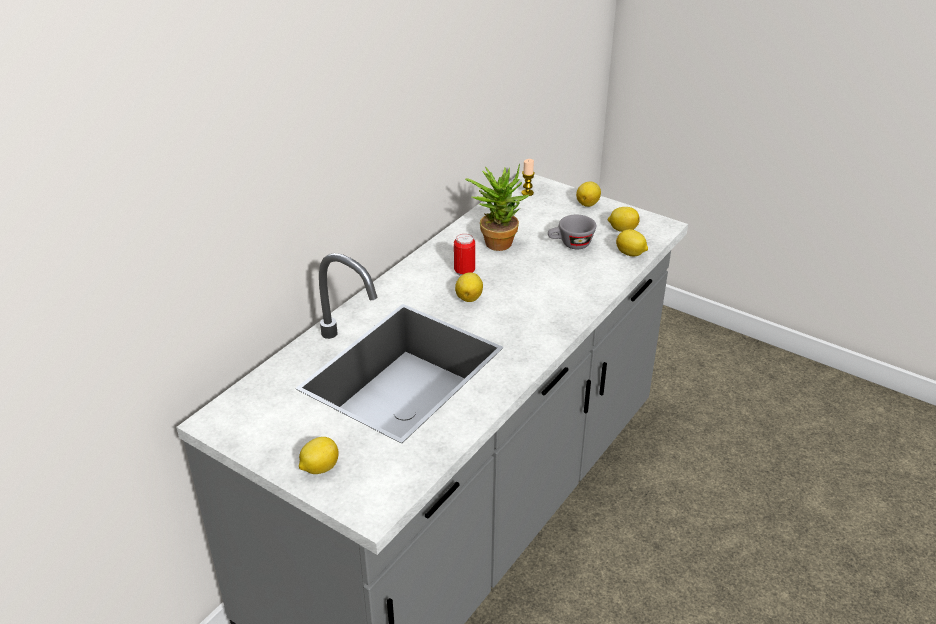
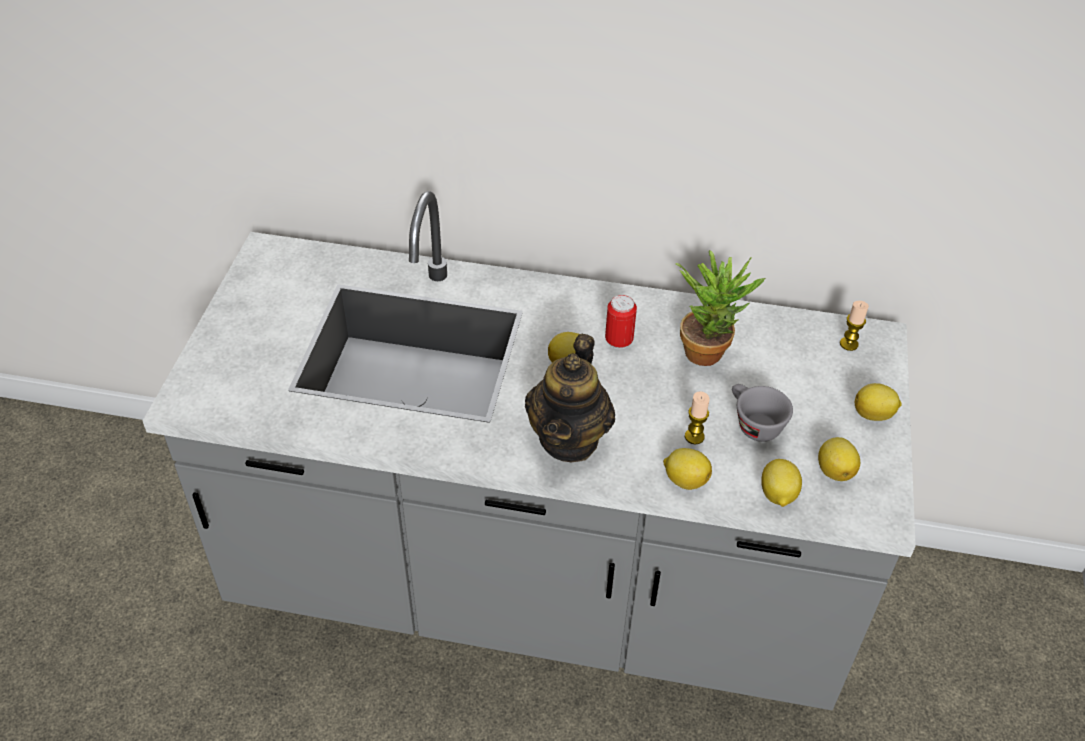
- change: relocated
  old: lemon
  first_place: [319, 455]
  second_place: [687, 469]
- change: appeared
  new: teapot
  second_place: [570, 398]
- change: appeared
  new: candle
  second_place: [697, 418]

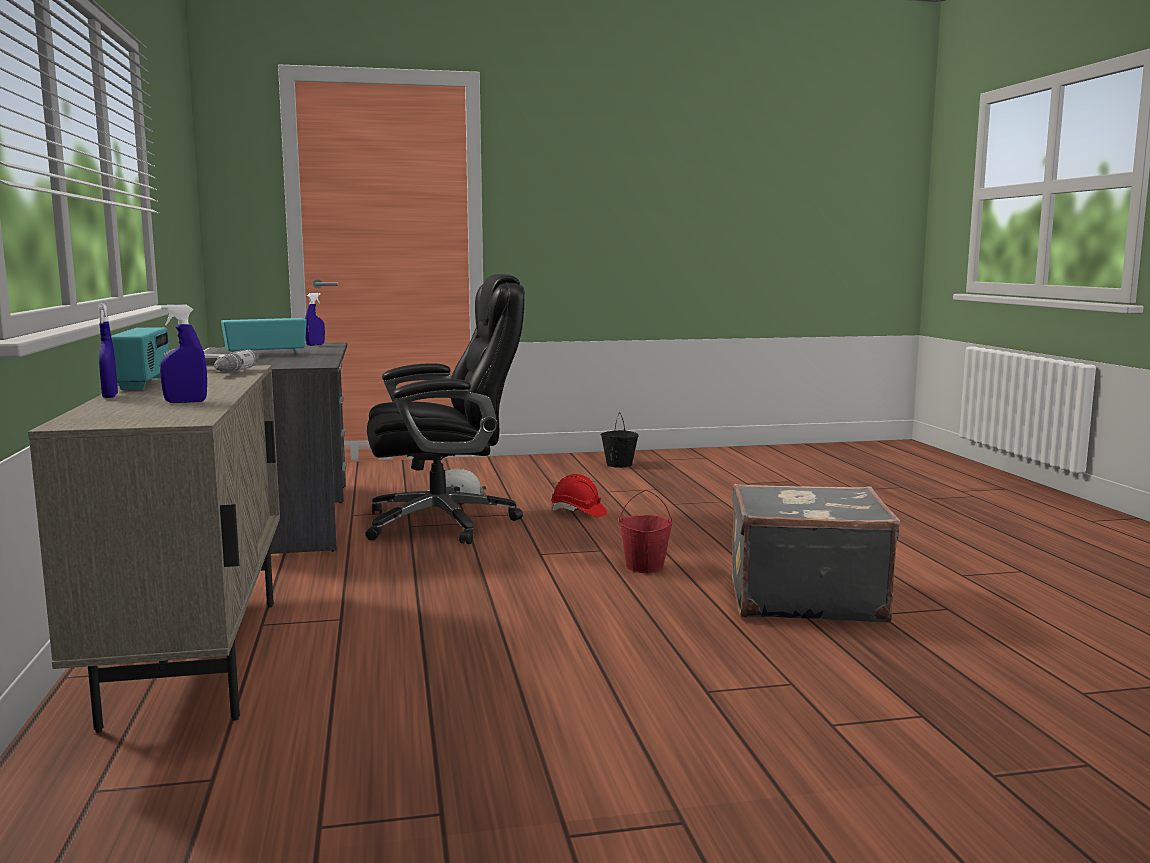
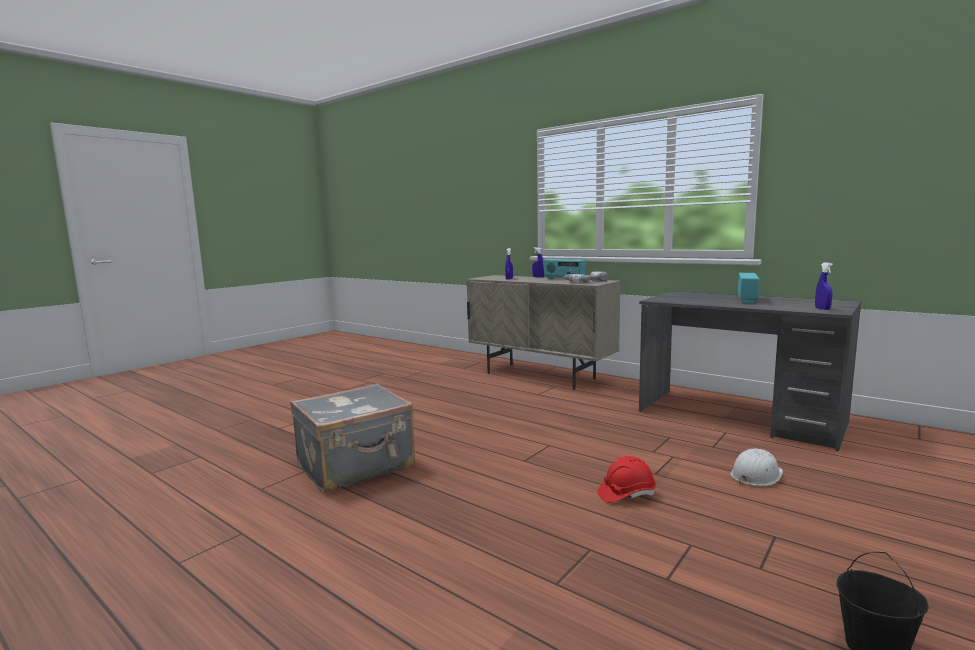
- change: missing
  old: black office chair
  first_place: [445, 409]
- change: missing
  old: red bucket
  first_place: [646, 531]

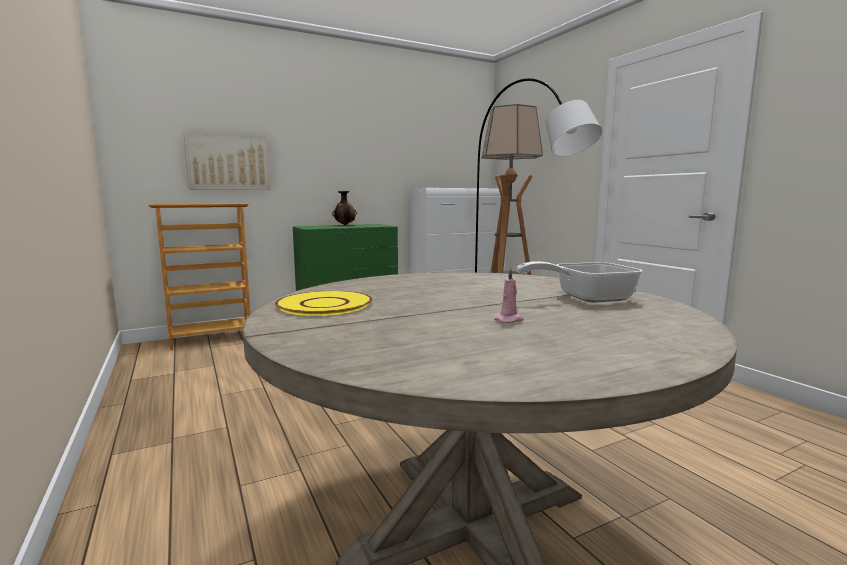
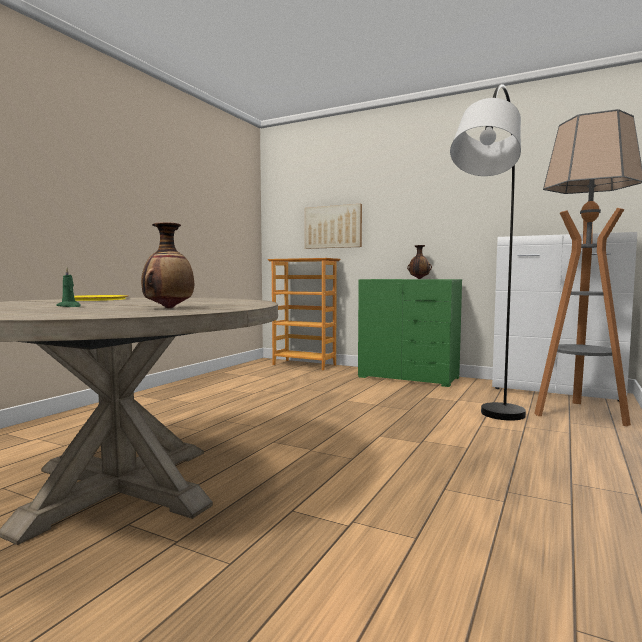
- change: exchanged
  old: frying pan
  new: vase
  first_place: [580, 282]
  second_place: [167, 265]
- change: colour
  old: pink candle
  new: green candle
  first_place: [509, 295]
  second_place: [68, 287]

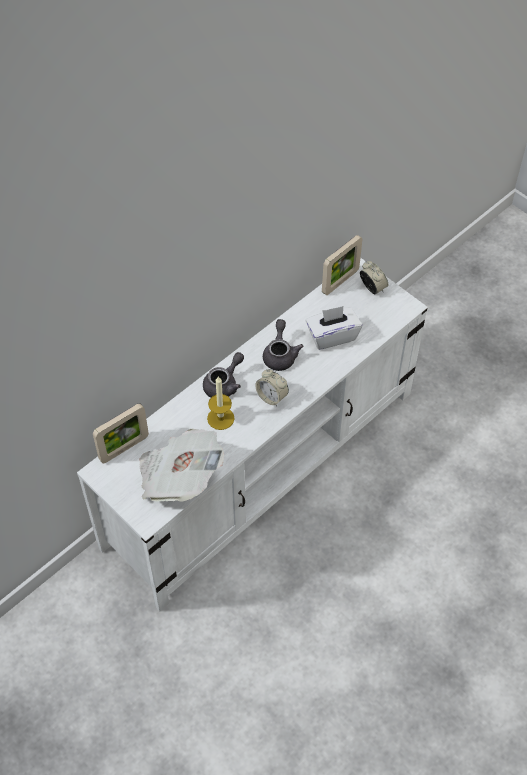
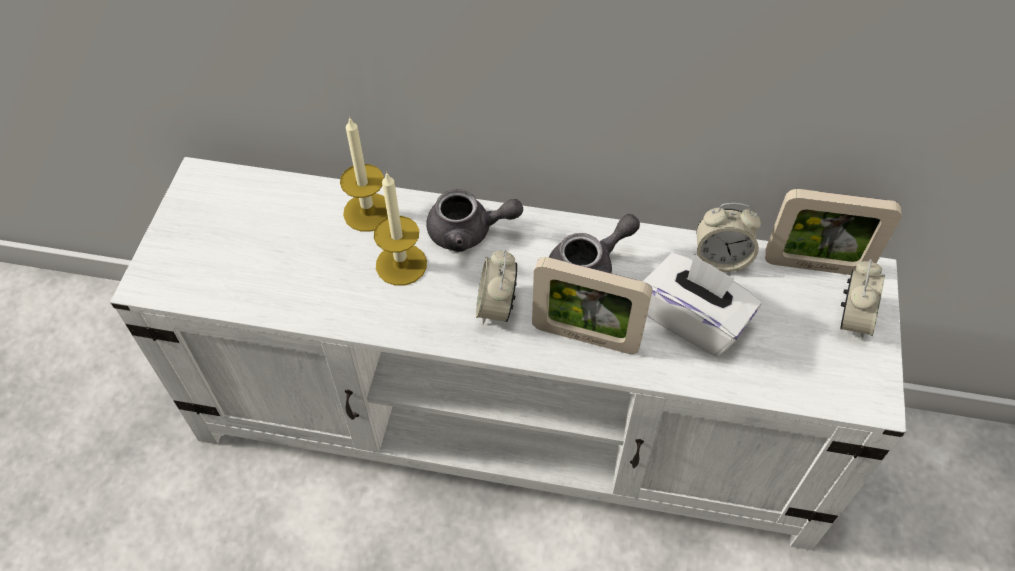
- change: relocated
  old: picture frame
  first_place: [121, 433]
  second_place: [592, 305]
- change: missing
  old: newspaper
  first_place: [181, 465]
- change: appeared
  new: candle
  second_place: [364, 174]
- change: appeared
  new: alarm clock
  second_place: [728, 237]

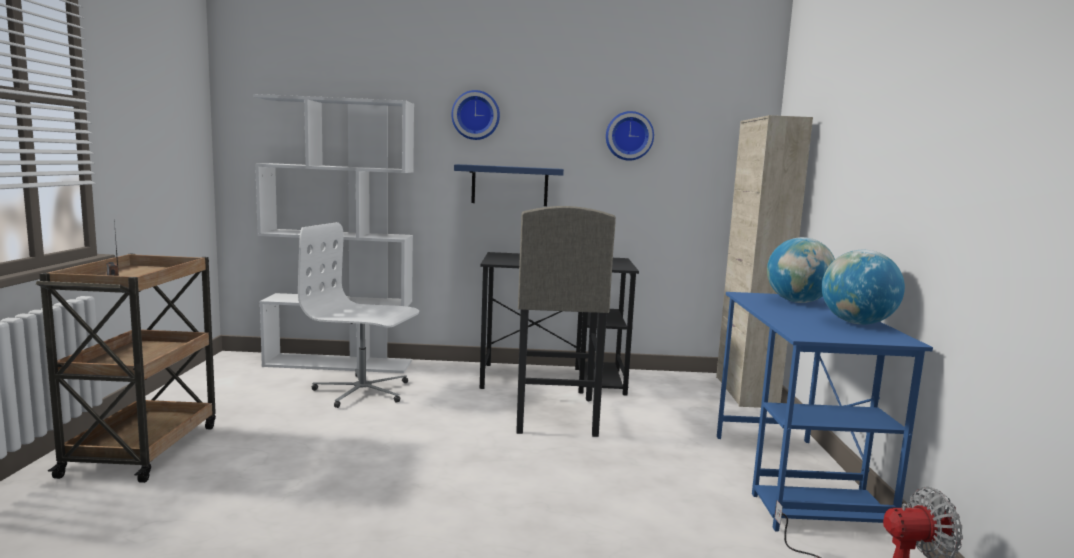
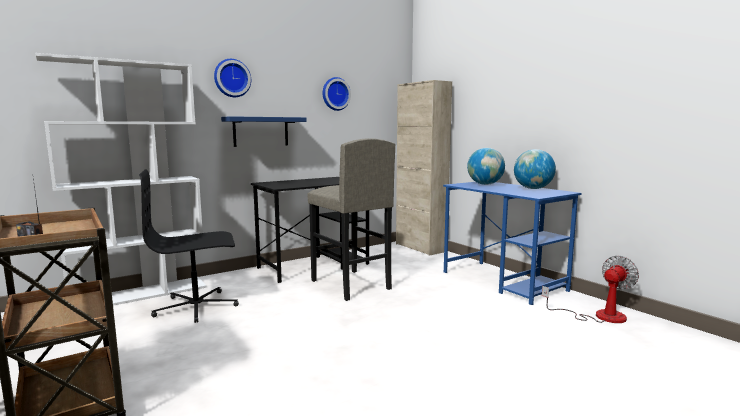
- change: colour
  old: white office chair
  new: black office chair
  first_place: [358, 315]
  second_place: [189, 246]

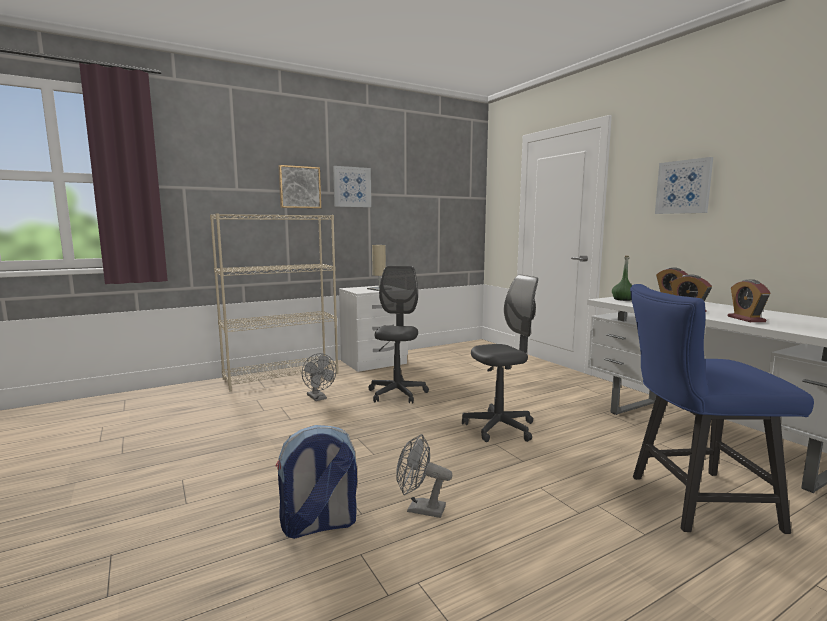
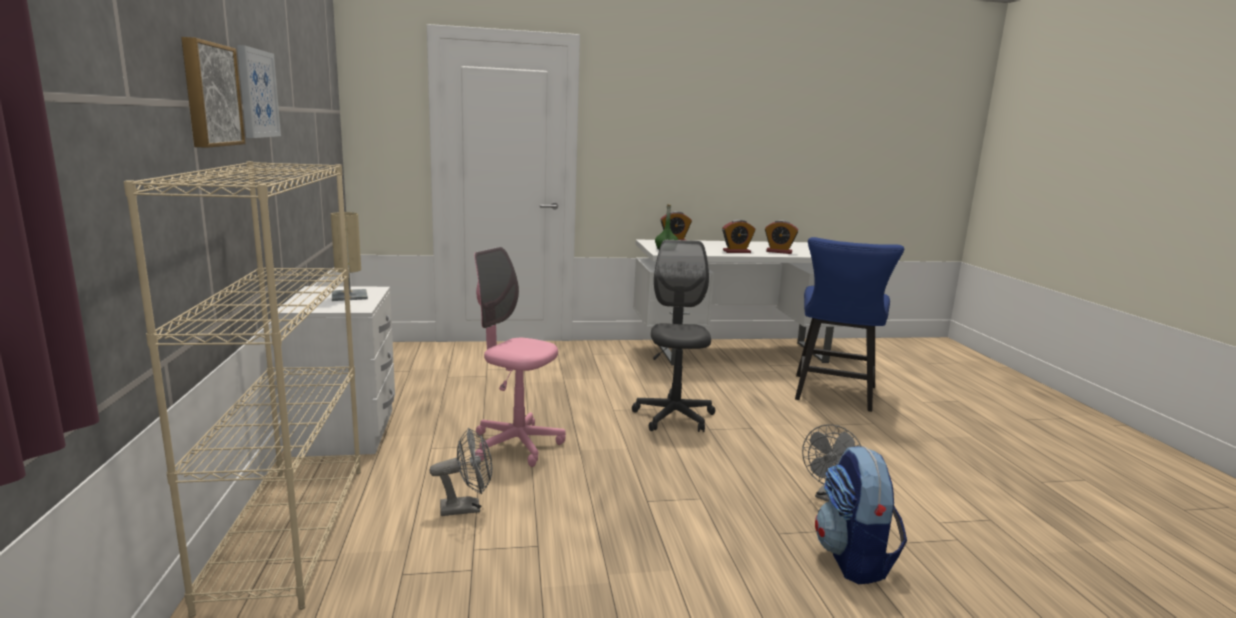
- change: missing
  old: picture
  first_place: [684, 185]
- change: colour
  old: grey office chair
  new: pink office chair
  first_place: [398, 334]
  second_place: [520, 357]

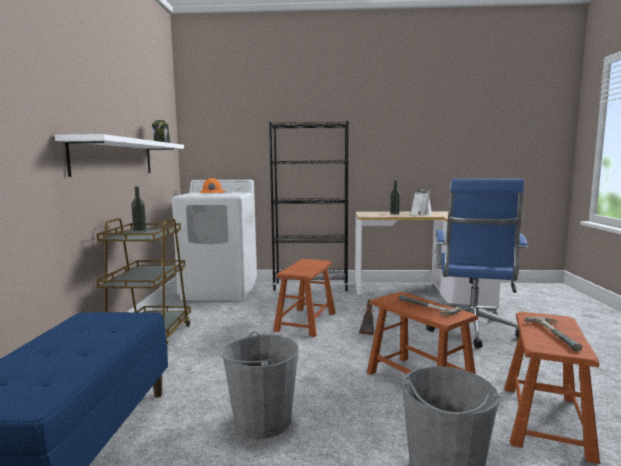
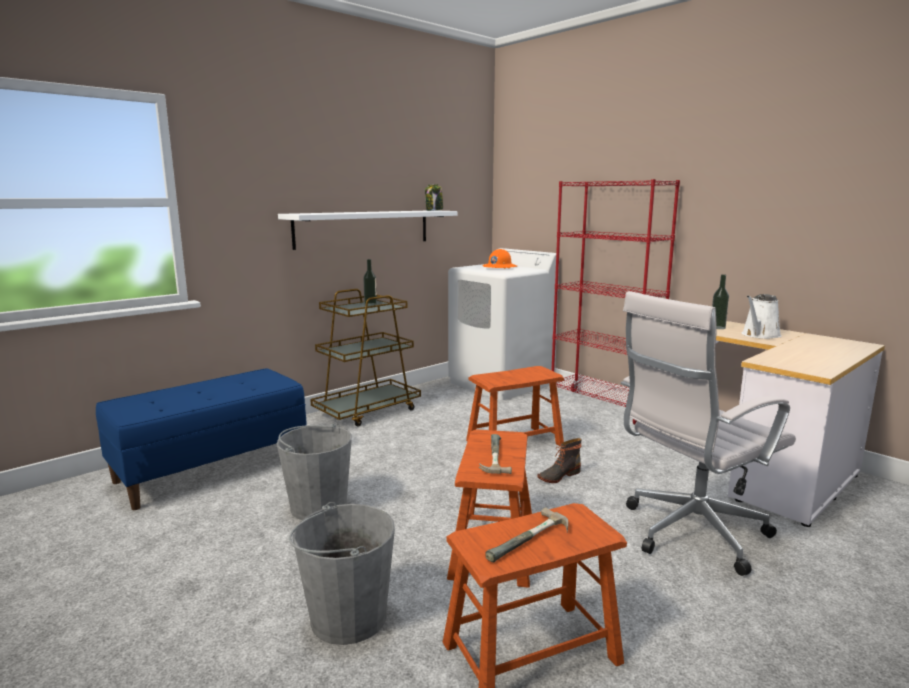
- change: colour
  old: black bookcase
  new: red bookcase
  first_place: [309, 206]
  second_place: [615, 302]
- change: colour
  old: blue office chair
  new: white office chair
  first_place: [477, 263]
  second_place: [708, 433]

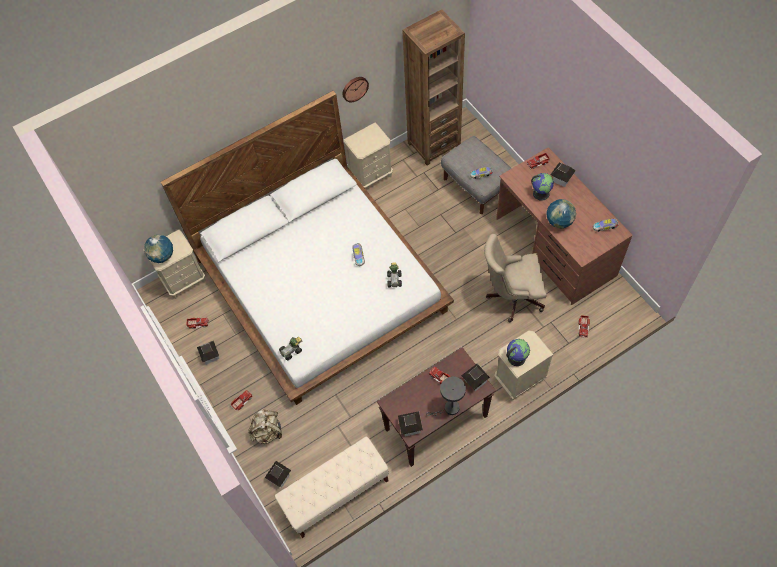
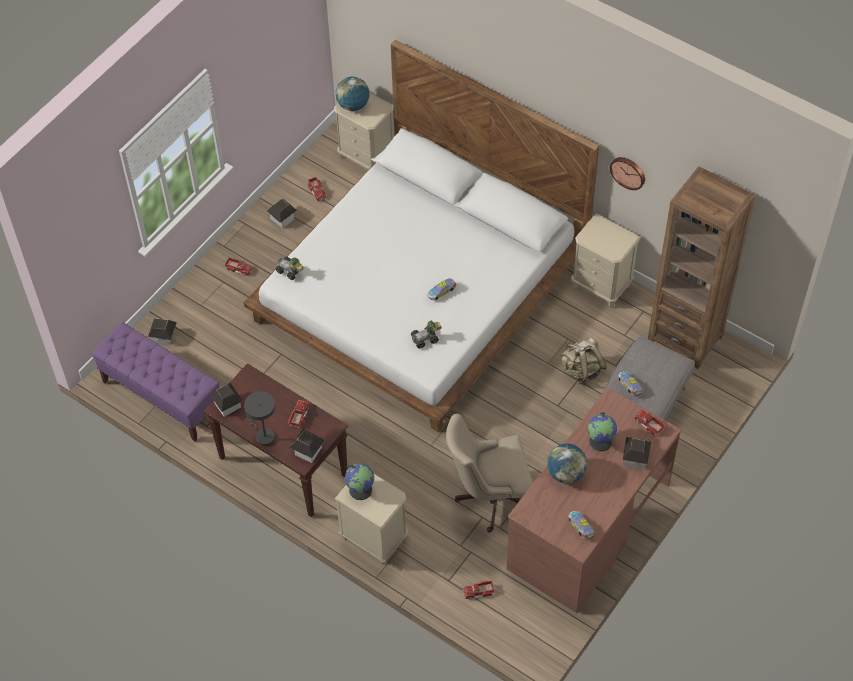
- change: spun
  old: beige office chair
  first_place: [515, 278]
  second_place: [489, 473]
  degrees: -75
- change: relocated
  old: beige backpack
  first_place: [265, 426]
  second_place: [584, 361]
- change: colour
  old: beige bench
  new: purple bench
  first_place: [332, 487]
  second_place: [156, 381]

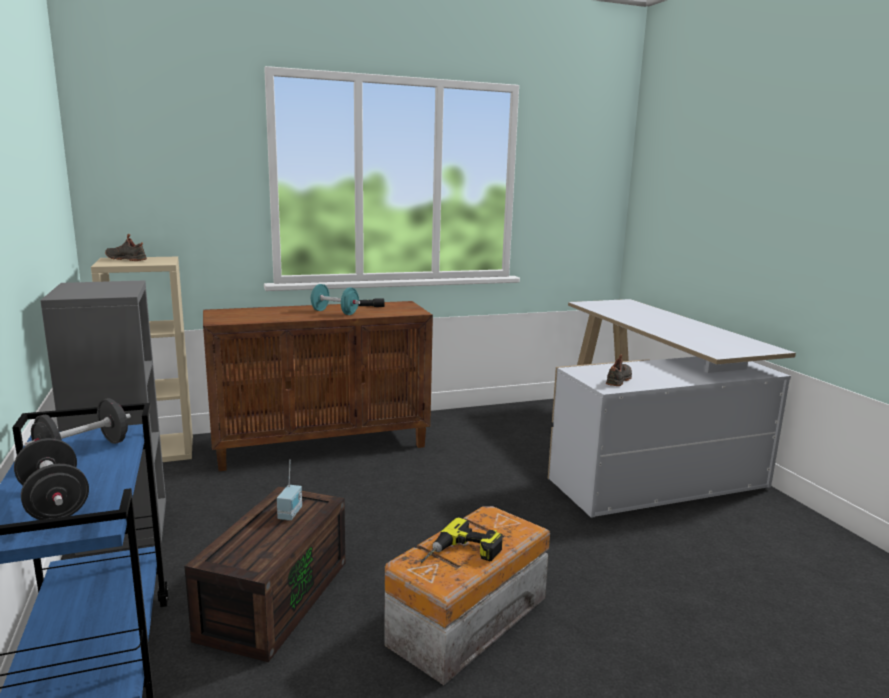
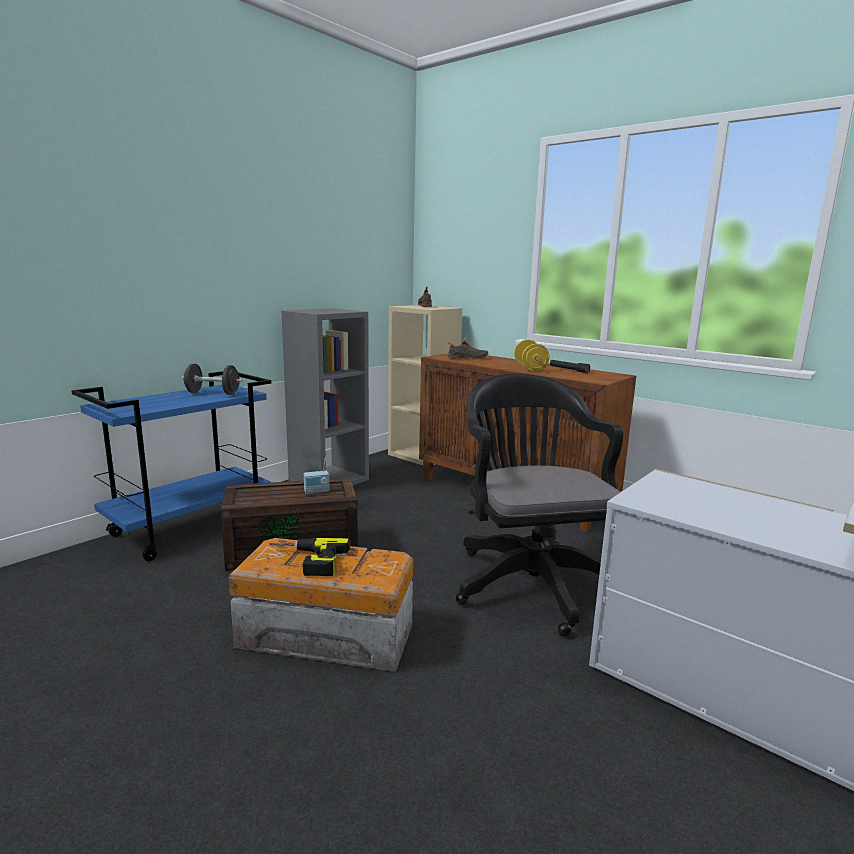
- change: colour
  old: turquoise dumbbell
  new: yellow dumbbell
  first_place: [335, 299]
  second_place: [532, 355]
- change: relocated
  old: black shoe
  first_place: [619, 370]
  second_place: [468, 349]
- change: missing
  old: black dumbbell
  first_place: [51, 479]
- change: appeared
  new: black office chair
  second_place: [539, 505]

